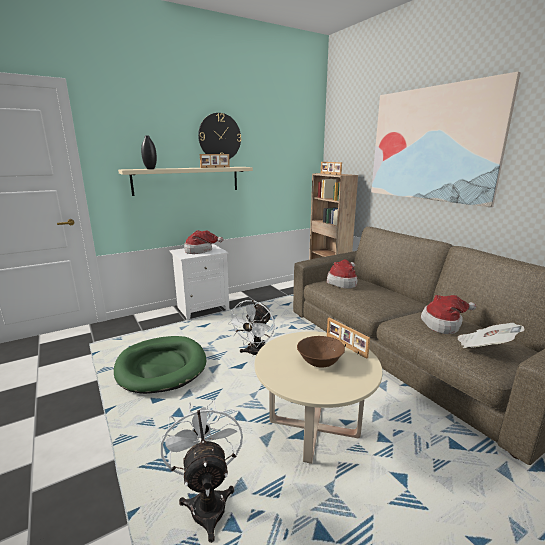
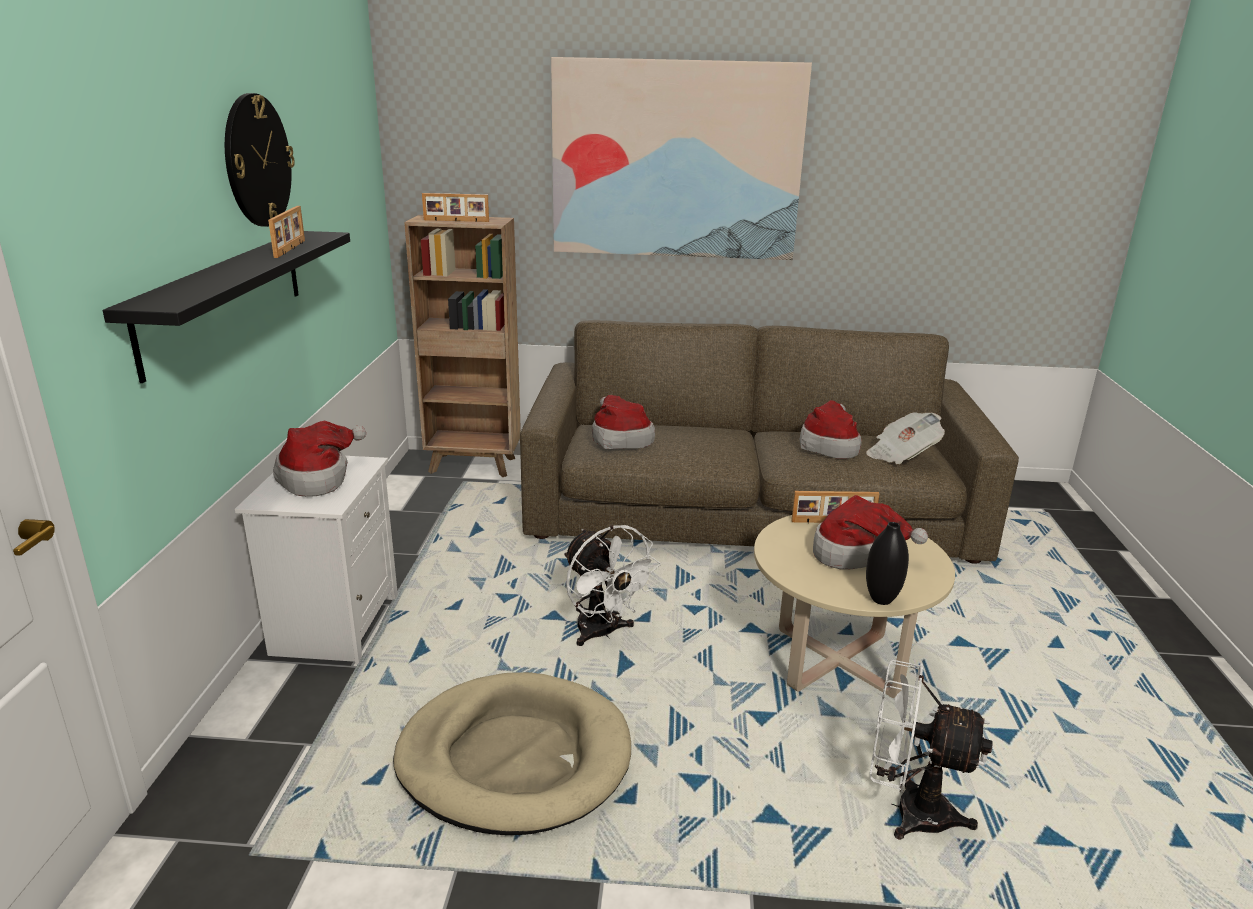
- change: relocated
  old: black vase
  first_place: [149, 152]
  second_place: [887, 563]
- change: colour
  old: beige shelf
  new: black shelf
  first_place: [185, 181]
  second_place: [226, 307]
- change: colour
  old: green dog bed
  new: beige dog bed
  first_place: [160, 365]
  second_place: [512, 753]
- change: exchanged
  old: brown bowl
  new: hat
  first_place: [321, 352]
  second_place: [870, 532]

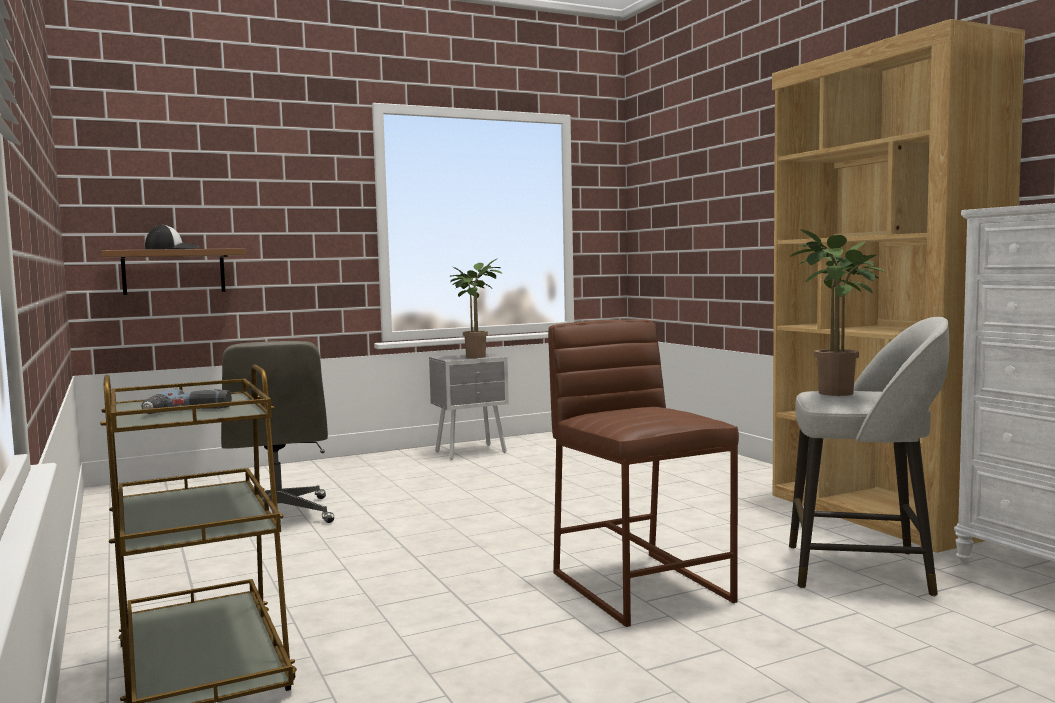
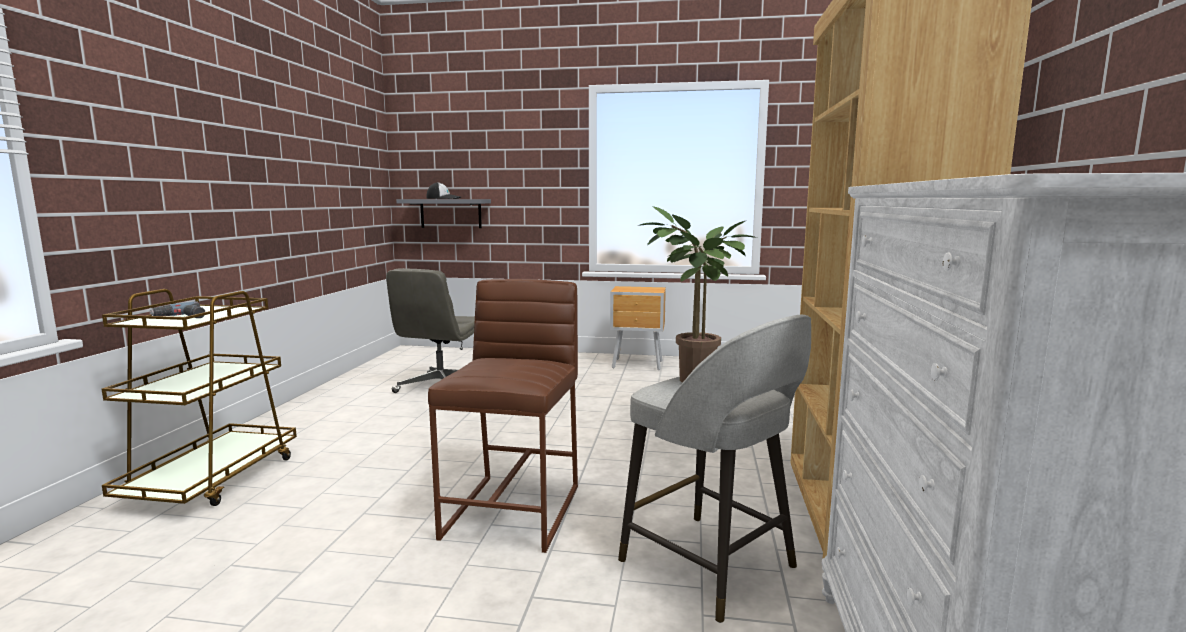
- change: colour
  old: brown shelf
  new: grey shelf
  first_place: [173, 271]
  second_place: [443, 213]
- change: missing
  old: potted plant
  first_place: [475, 308]
- change: colour
  old: grey nightstand
  new: brown nightstand
  first_place: [469, 406]
  second_place: [638, 328]

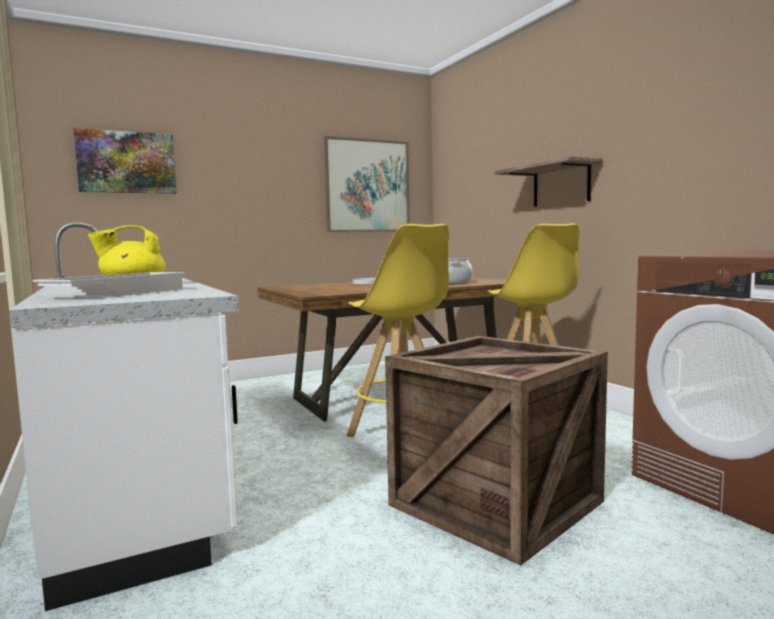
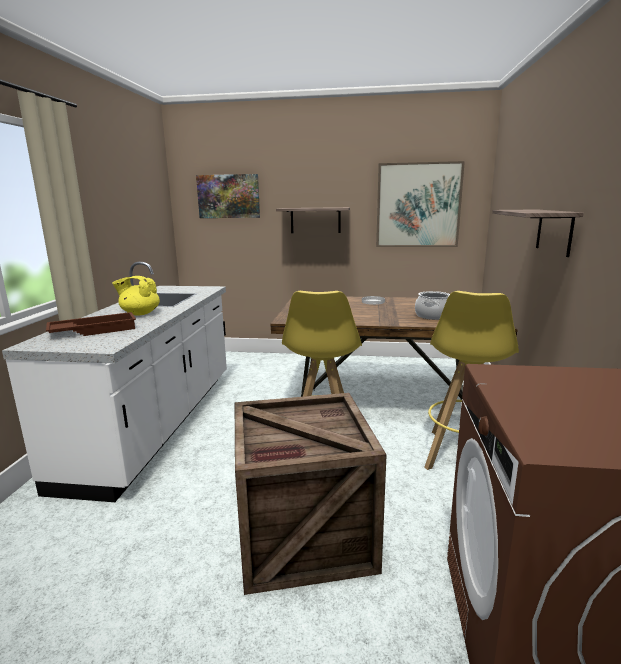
- change: colour
  old: white tray
  new: brown tray
  first_place: [109, 284]
  second_place: [91, 324]
- change: appeared
  new: shelf
  second_place: [313, 220]

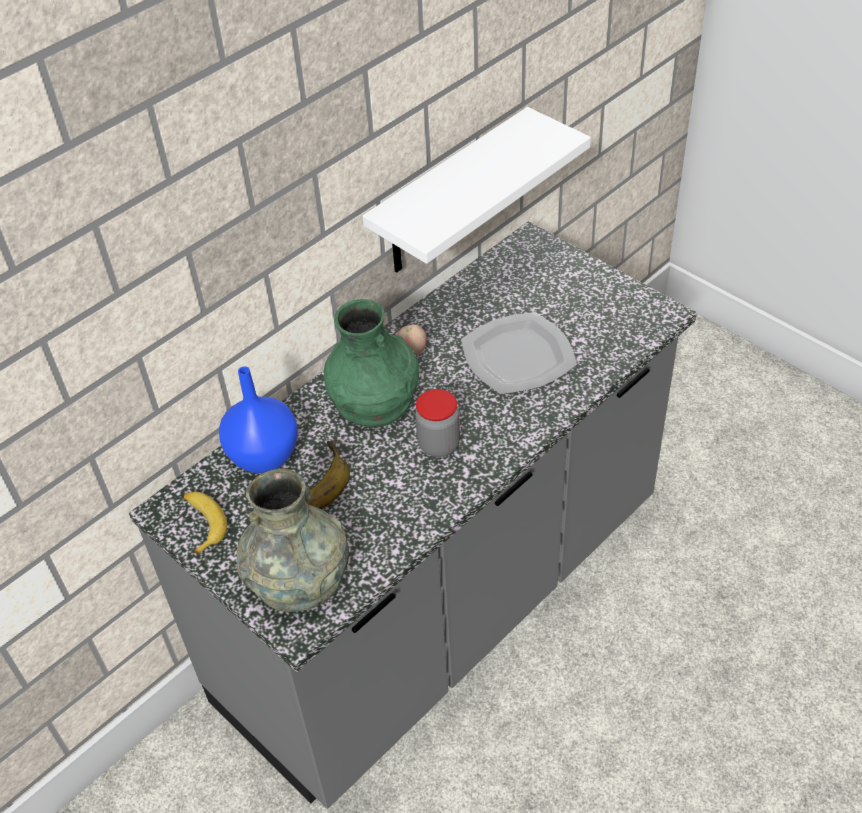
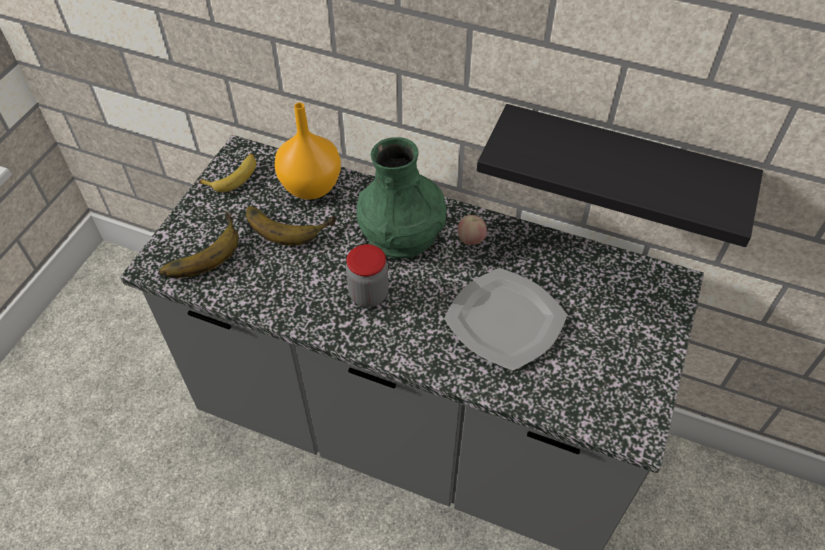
- change: colour
  old: white shelf
  new: black shelf
  first_place: [476, 190]
  second_place: [620, 175]
- change: colour
  old: blue vase
  new: orange vase
  first_place: [258, 419]
  second_place: [307, 151]
- change: exchanged
  old: grey vase
  new: banana
  first_place: [293, 540]
  second_place: [198, 245]

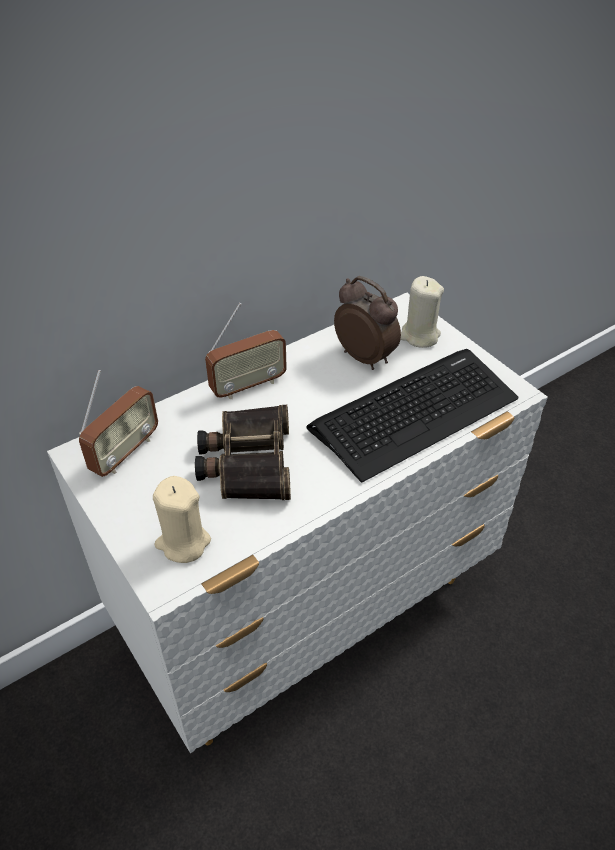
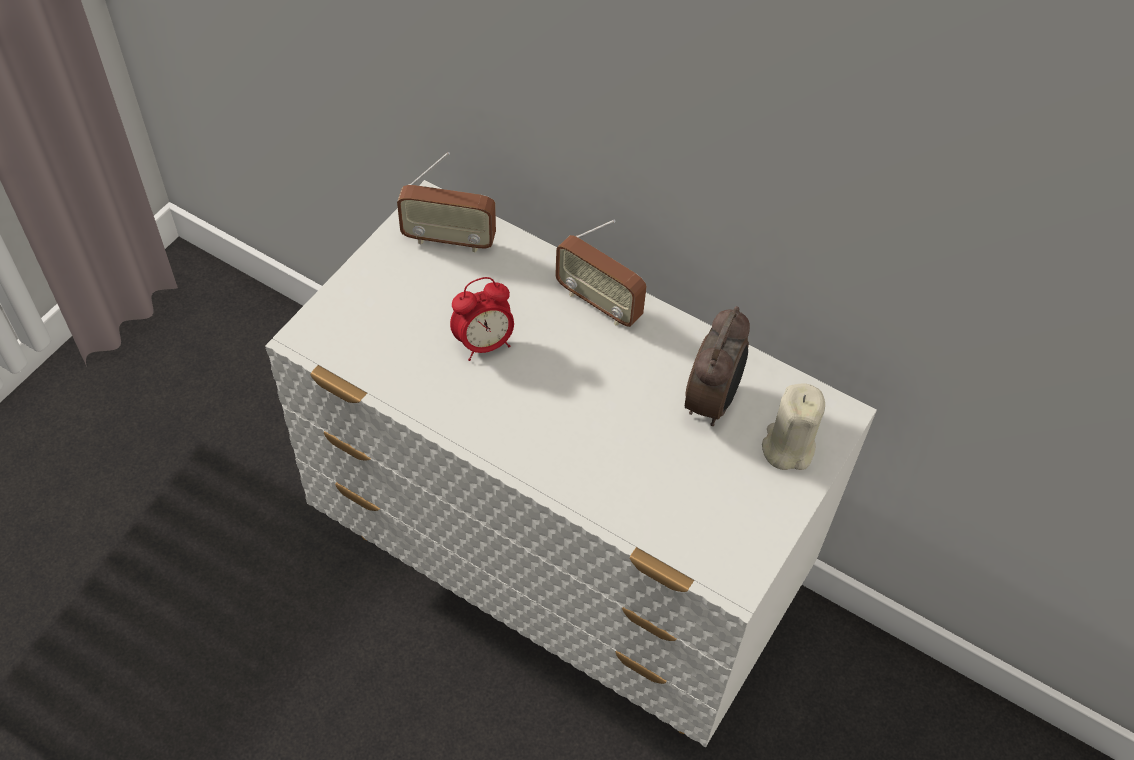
- change: missing
  old: keyboard
  first_place: [412, 416]
- change: exchanged
  old: binoculars
  new: alarm clock
  first_place: [243, 452]
  second_place: [482, 319]
- change: missing
  old: beige candle
  first_place: [182, 519]

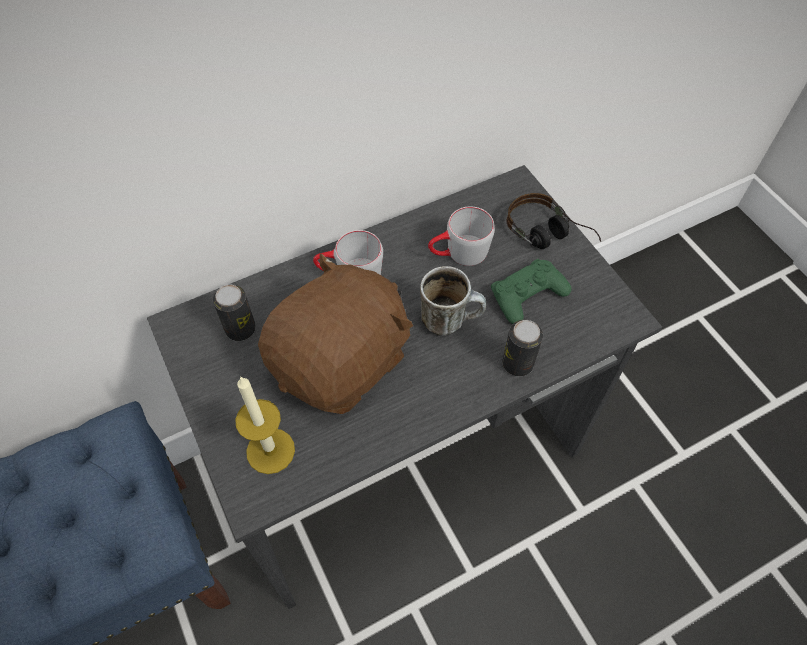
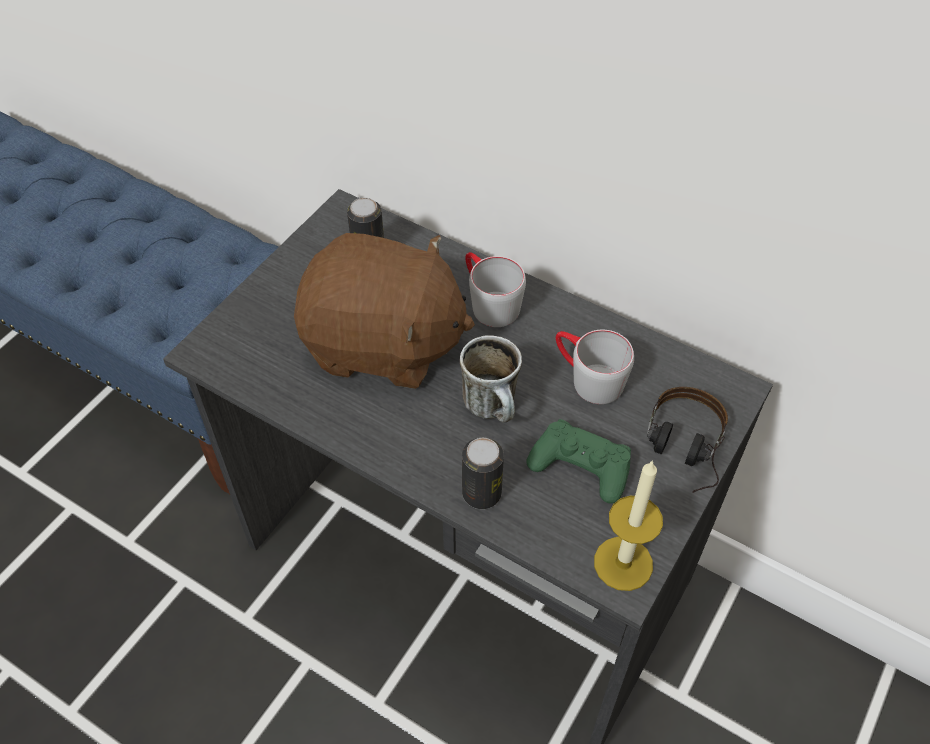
- change: relocated
  old: candle
  first_place: [265, 425]
  second_place: [628, 525]

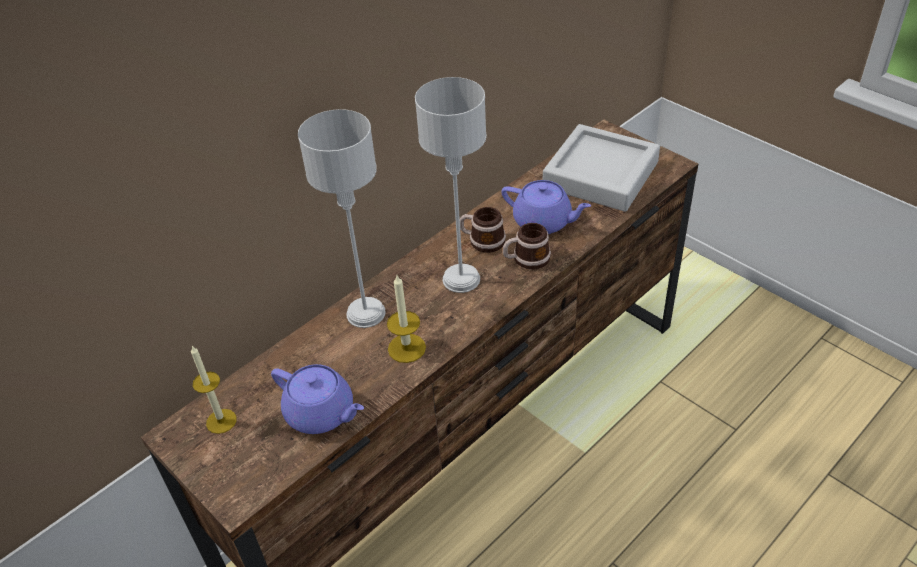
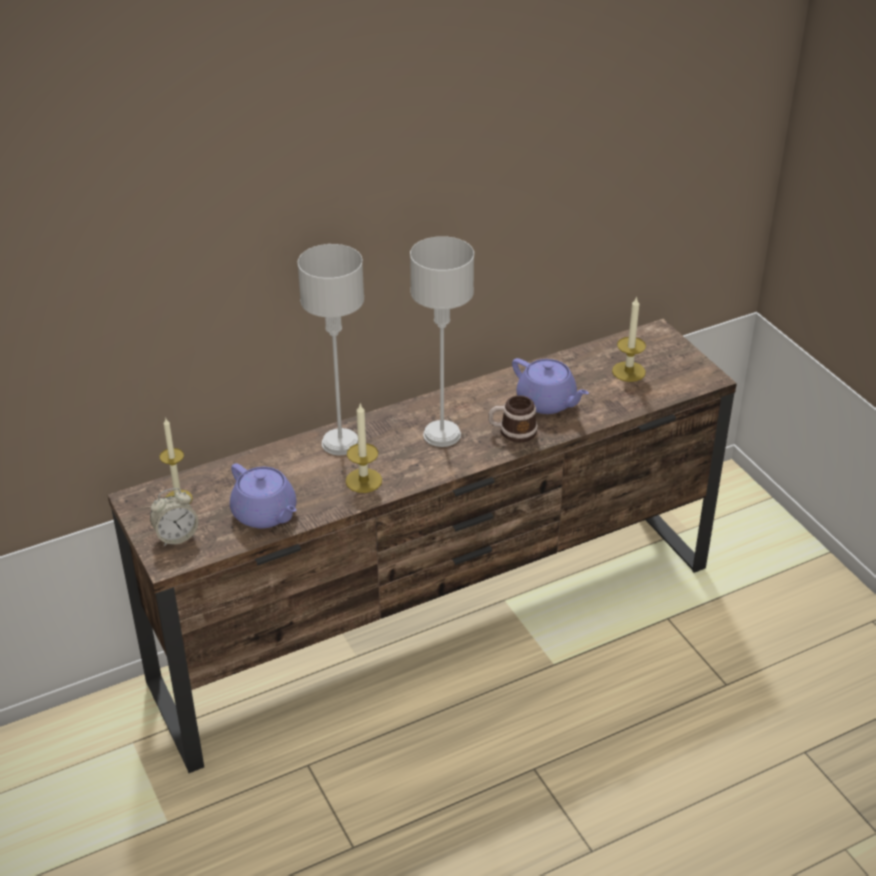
- change: exchanged
  old: grey tray
  new: candle
  first_place: [601, 168]
  second_place: [629, 339]
- change: missing
  old: mug
  first_place: [483, 230]
- change: appeared
  new: alarm clock
  second_place: [174, 517]

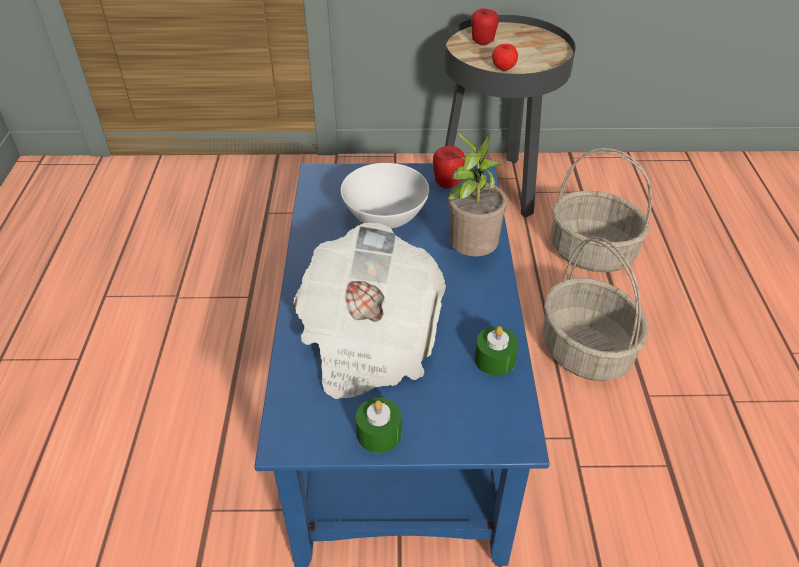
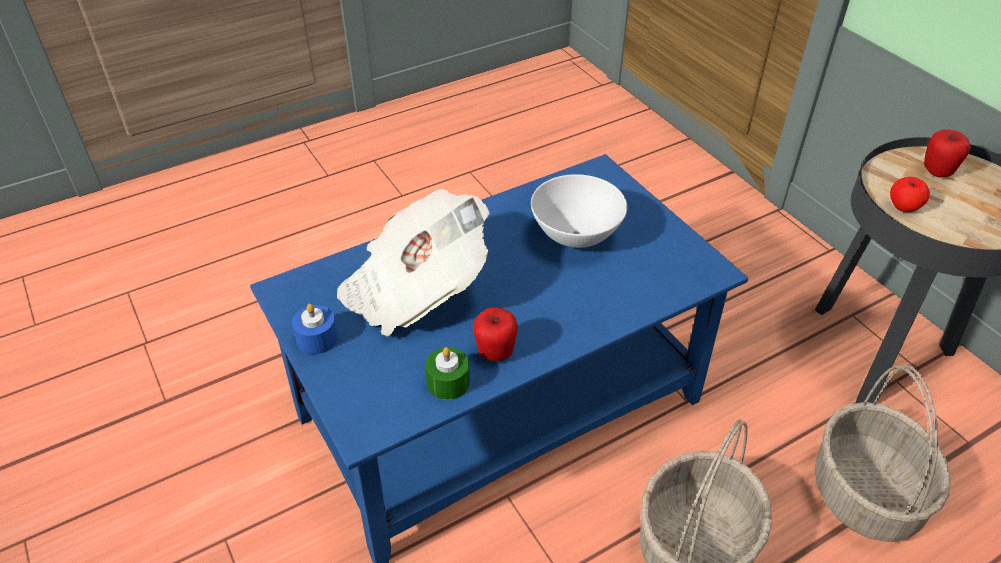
- change: missing
  old: potted plant
  first_place: [477, 194]
- change: relocated
  old: apple
  first_place: [449, 167]
  second_place: [495, 334]
- change: colour
  old: green candle
  new: blue candle
  first_place: [379, 425]
  second_place: [315, 328]

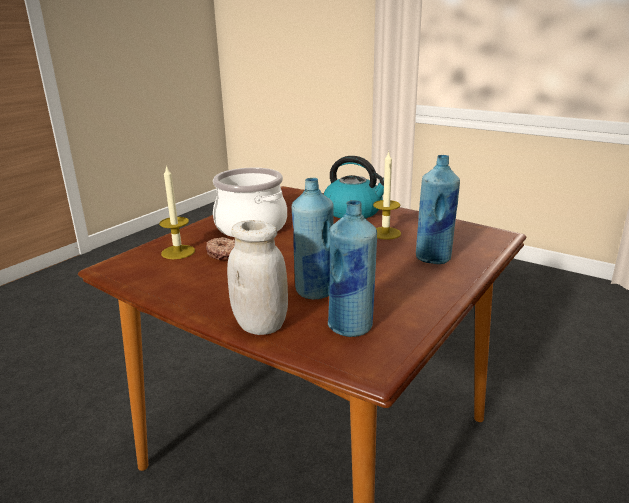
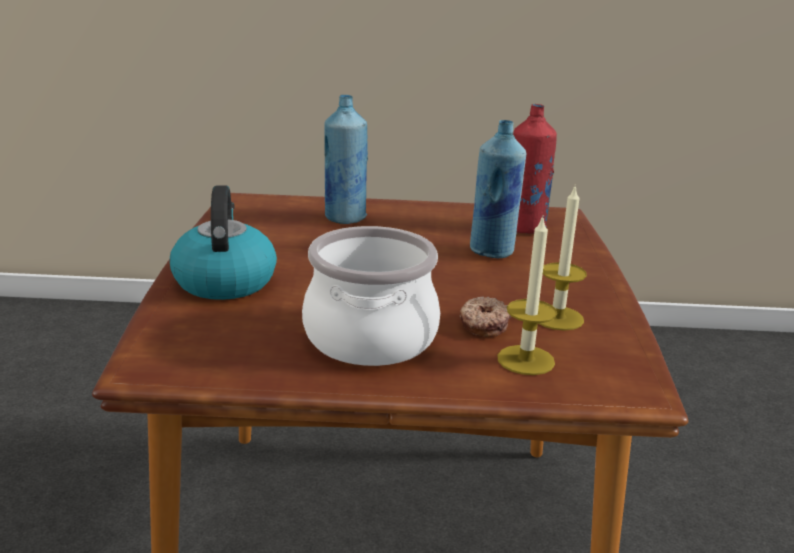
- change: relocated
  old: candle
  first_place: [387, 195]
  second_place: [562, 259]
- change: colour
  old: blue bottle
  new: red bottle
  first_place: [352, 268]
  second_place: [535, 169]
- change: missing
  old: white jar
  first_place: [257, 277]

